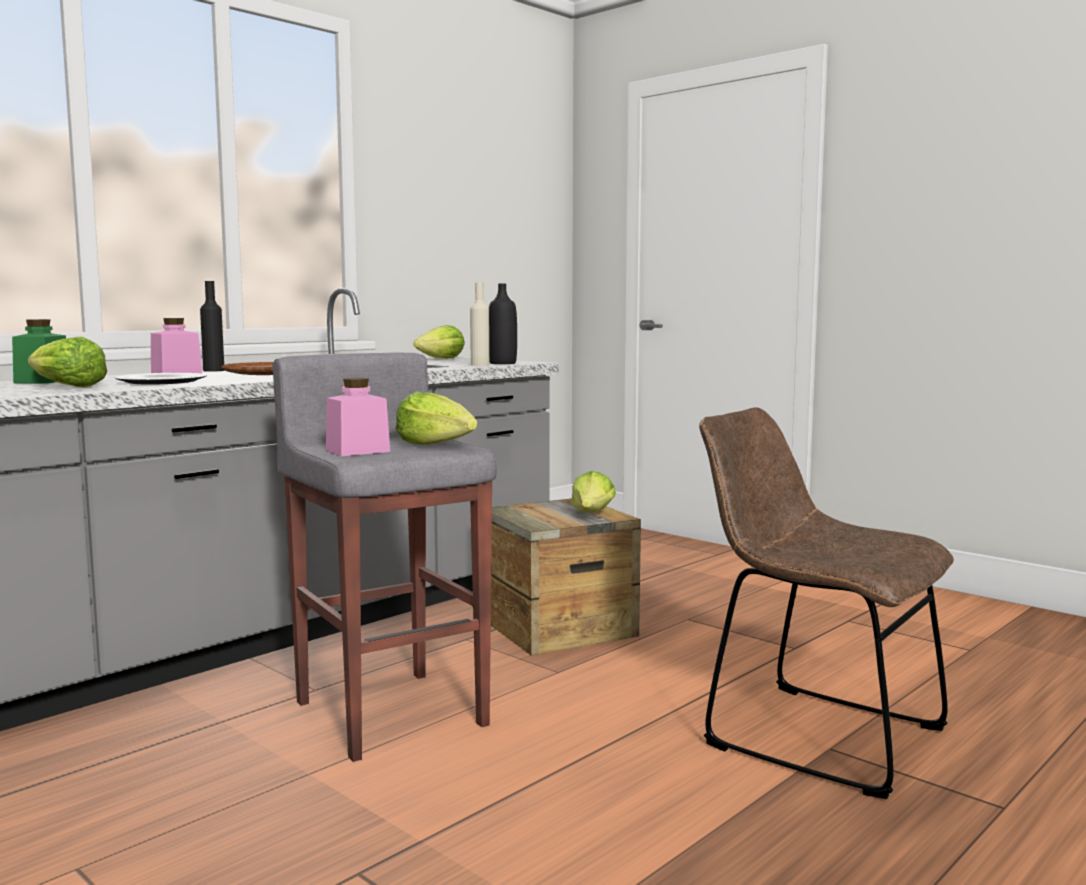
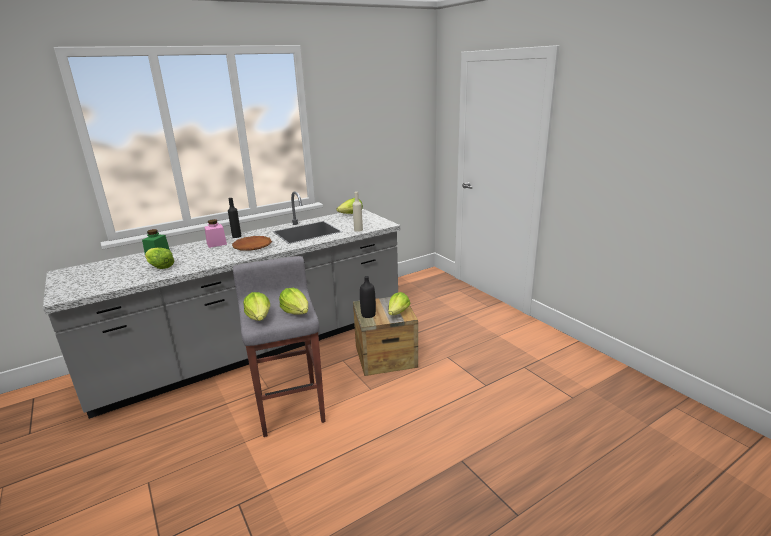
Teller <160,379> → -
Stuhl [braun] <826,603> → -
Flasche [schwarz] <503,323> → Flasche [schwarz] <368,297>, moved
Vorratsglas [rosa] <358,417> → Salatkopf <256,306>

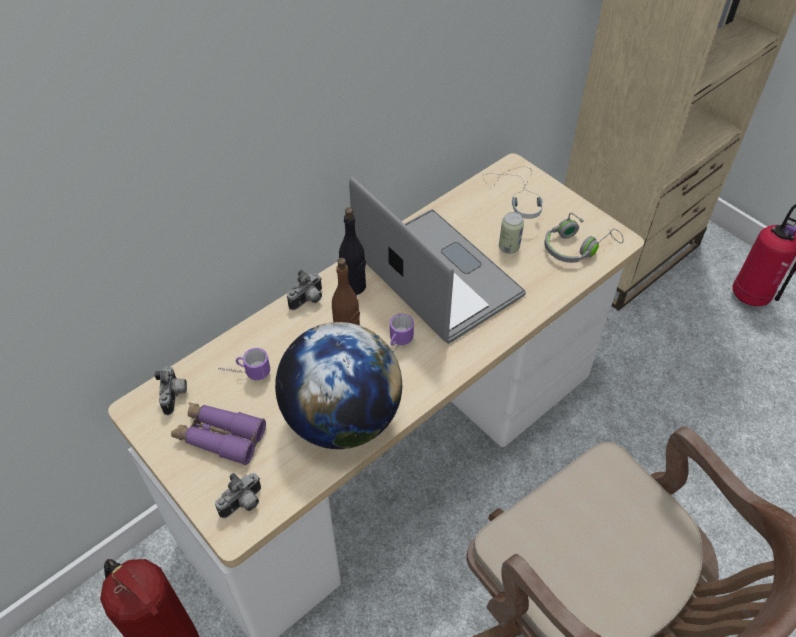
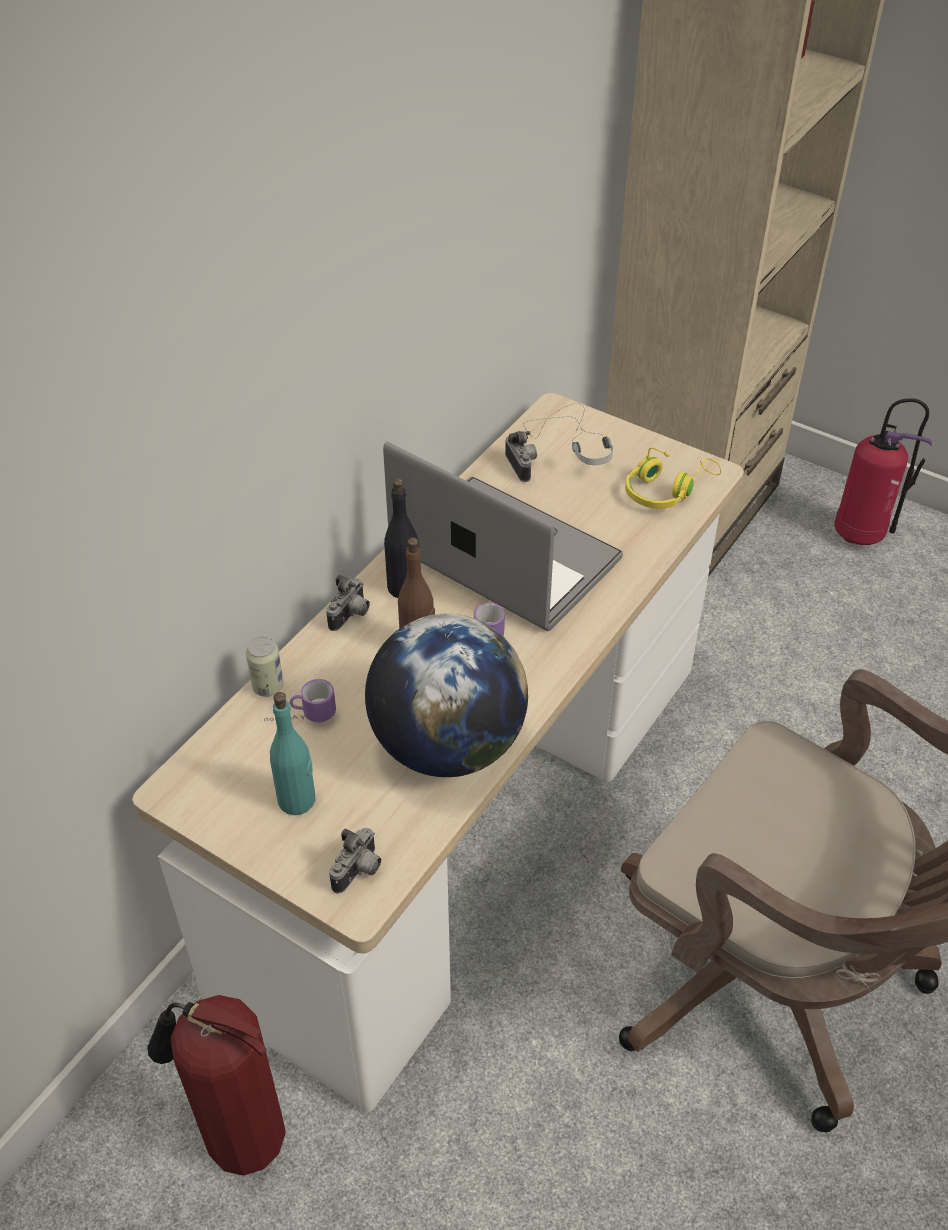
Kamera <170,390> → Kamera <521,456>, moved
Dose <511,233> → Dose <265,666>, moved
Fernglas [lila] <218,433> → Flasche [türkis] <292,753>
Kopfhörer [grau] <584,238> → Kopfhörer [gelb] <673,478>

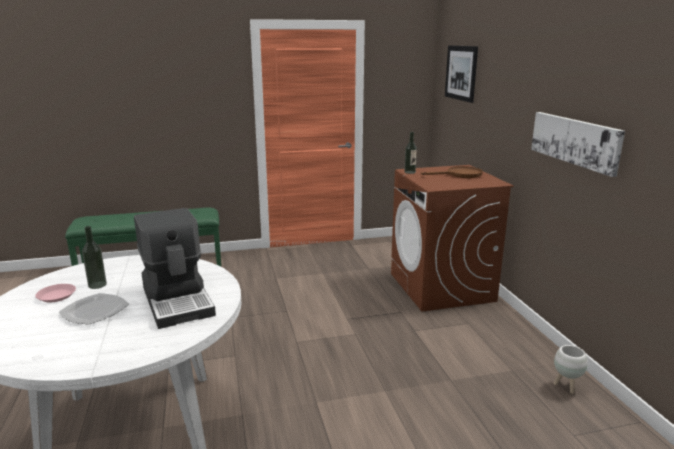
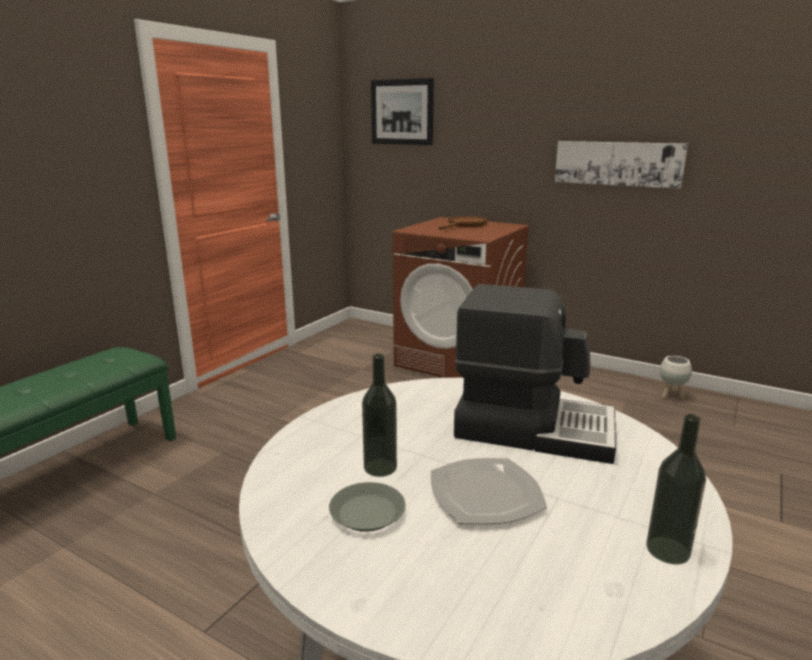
Flasche <410,153> → Flasche <676,489>, moved
Teller [rosa] <55,293> → Teller [grau] <367,507>

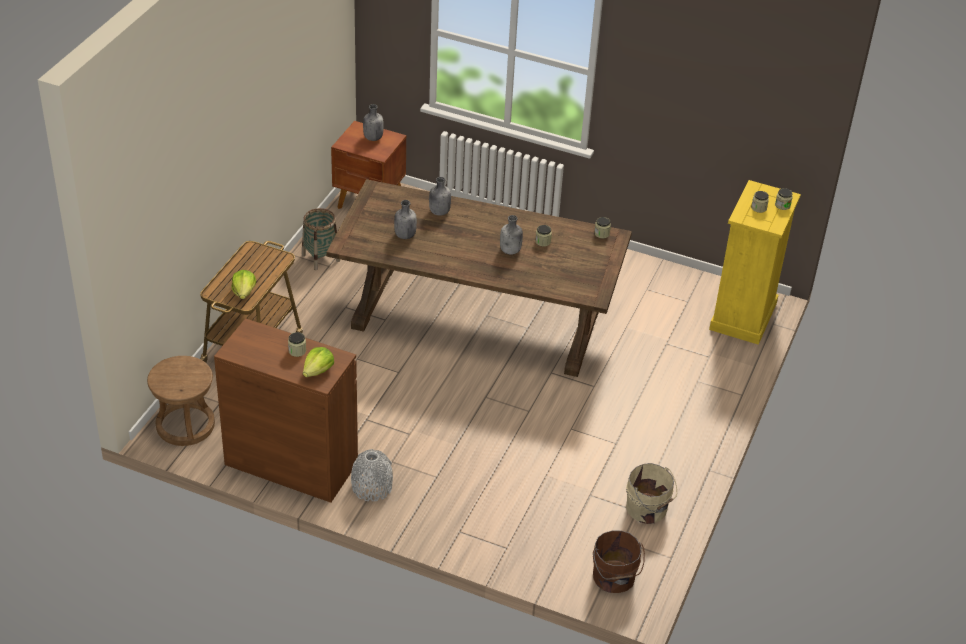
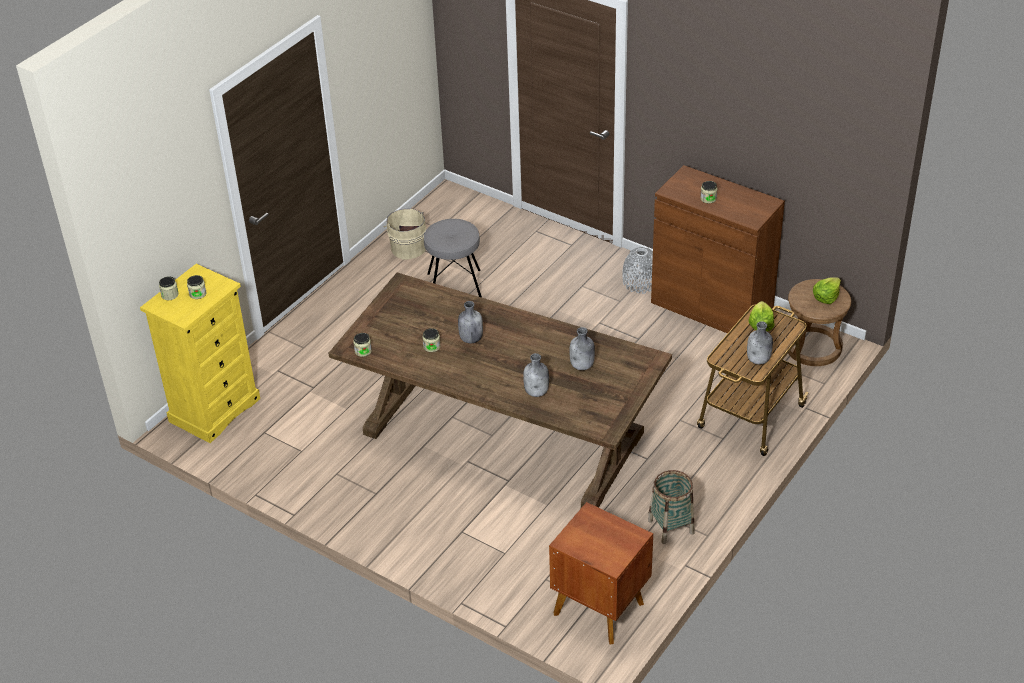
Eimer [braun] <619,562> → -
- → Hocker [grau] <453,258>
Salatkopf <318,362> → Salatkopf <827,290>, moved
Flasche [grau] <373,122> → Flasche [grau] <760,342>, moved

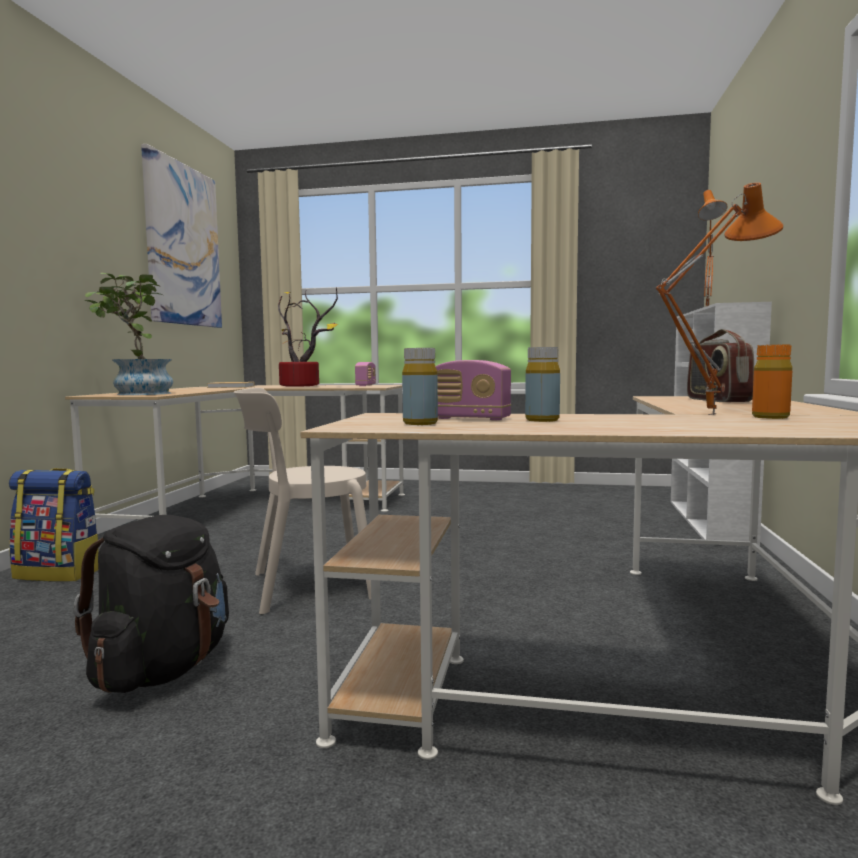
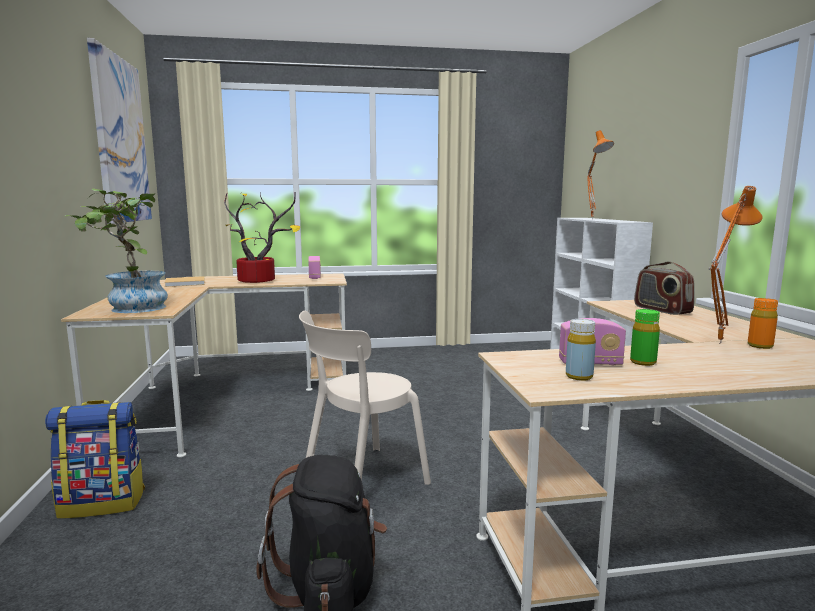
Flasche [gelb] <542,384> → Flasche [grün] <645,337>

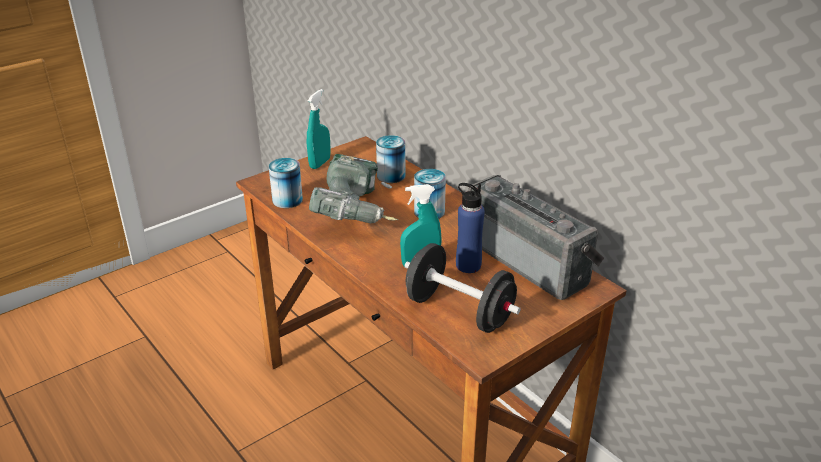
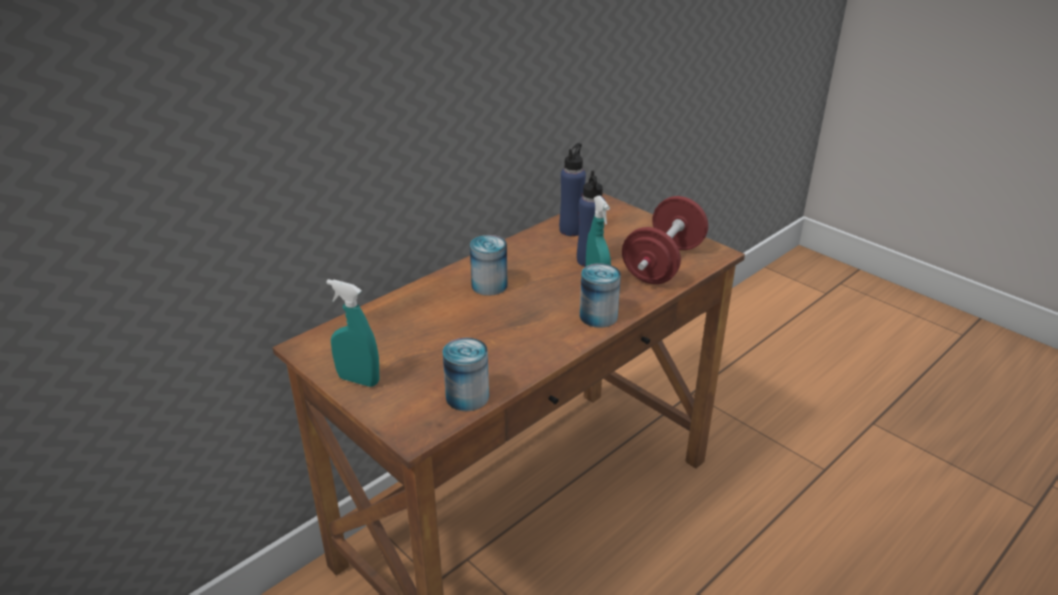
Bohrmaschine <353,188> → -
Dose <390,159> → Dose <600,295>, moved
Radio <536,237> → Flasche [blau] <572,189>
Hantel [schwarz] <462,288> → Hantel [rot] <665,240>

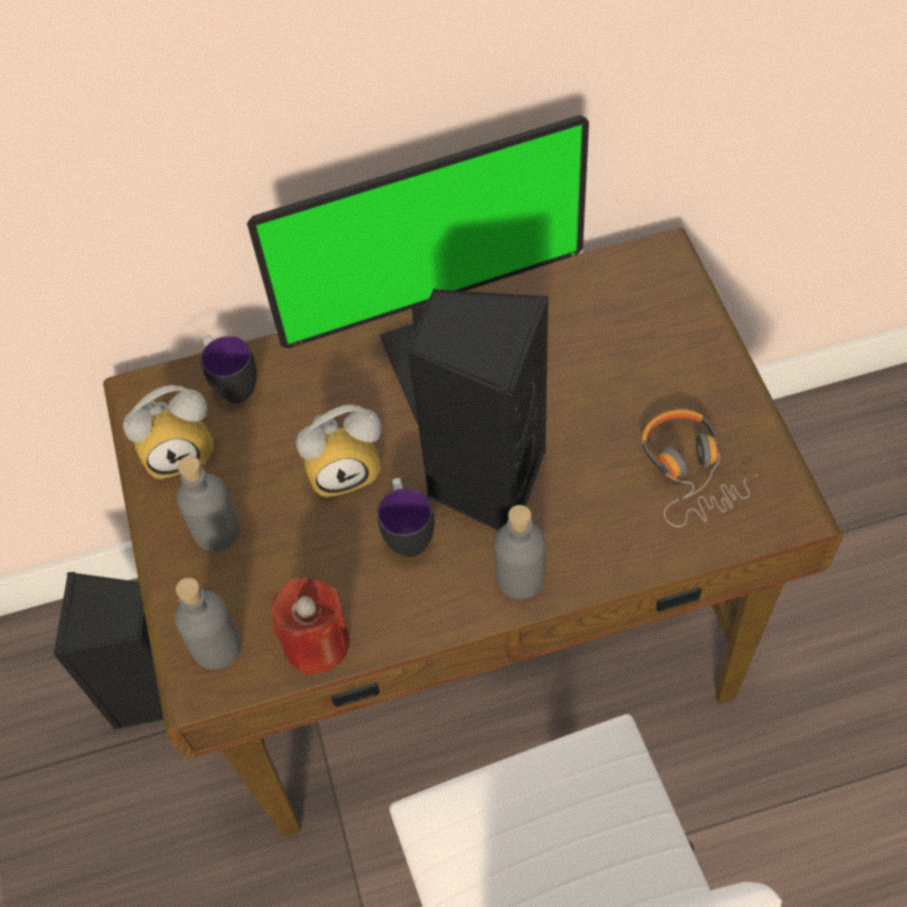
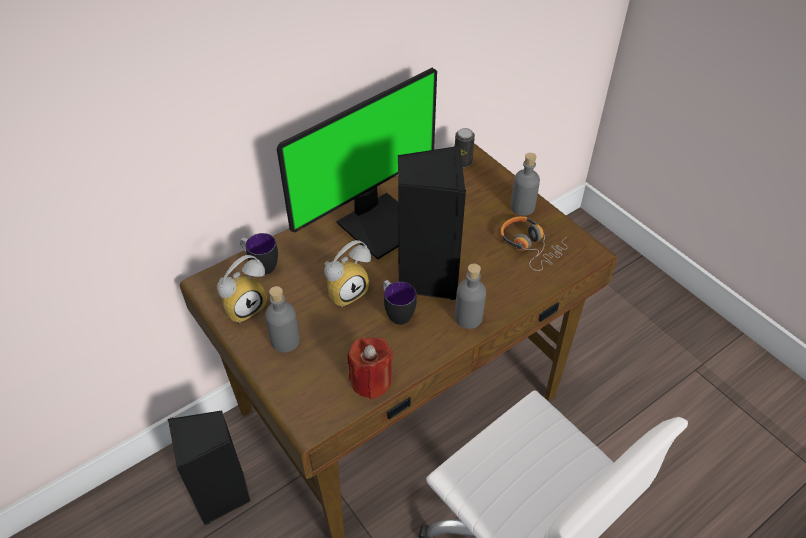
- → Dose <465,147>
Flasche [grau] <208,624> → Flasche [grau] <525,184>, moved

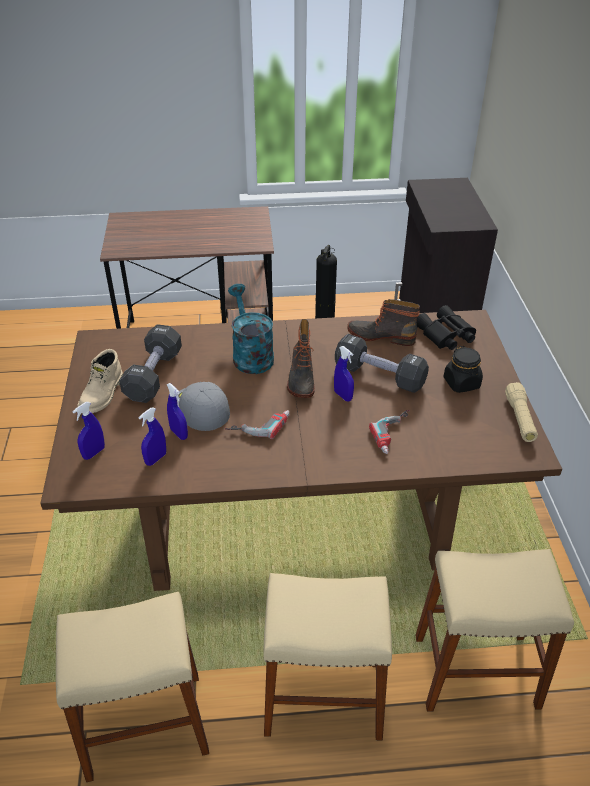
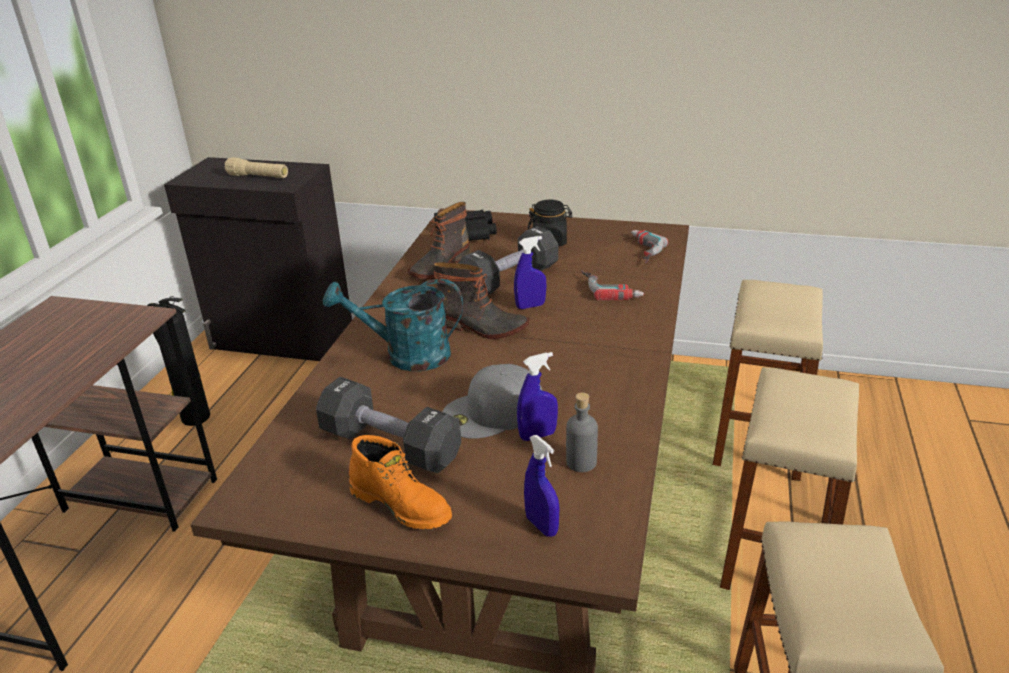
Bohrmaschine <257,424> → Bohrmaschine <649,246>, moved
Taschenlampe [beige] <521,412> → Taschenlampe [beige] <256,167>, moved
Sprühflasche [blau] <152,436> → Flasche [grau] <582,432>
Stiefel [beige] <100,381> → Stiefel [orange] <400,482>

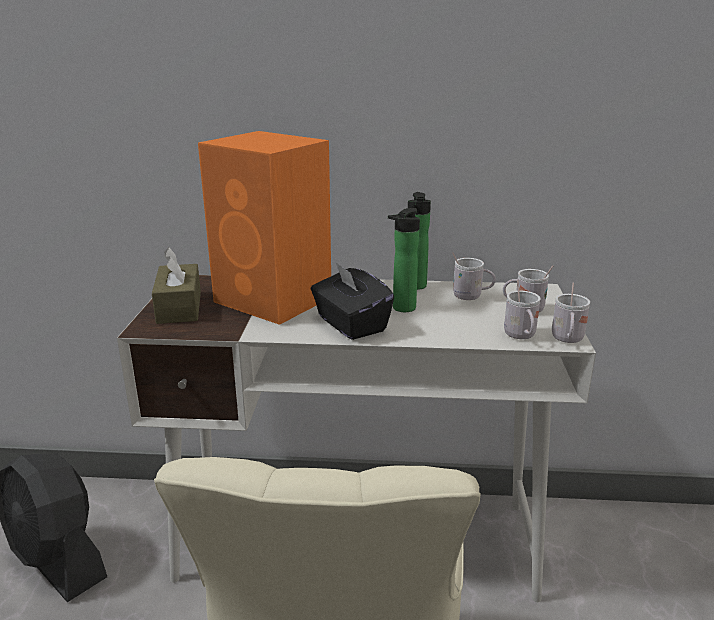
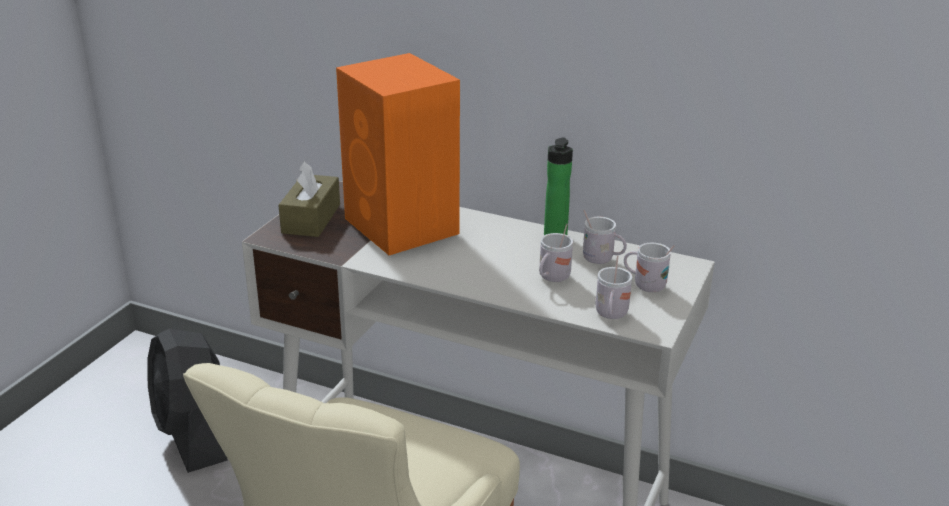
Taschentuchbox [schwarz] <352,301> → -
Flasche <404,260> → -
Henkelbecher [weiß] <571,313> → Henkelbecher [weiß] <556,253>, moved

